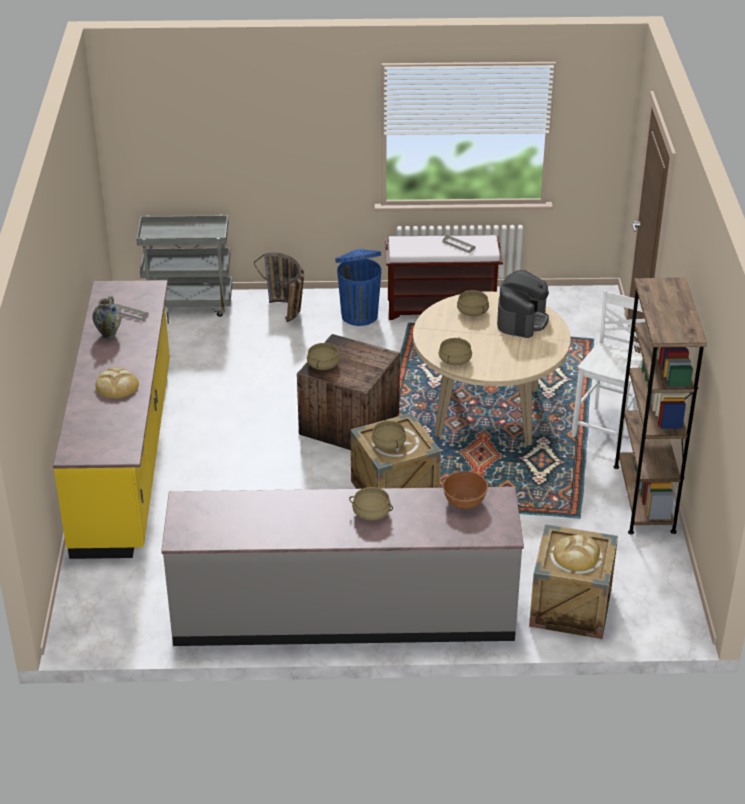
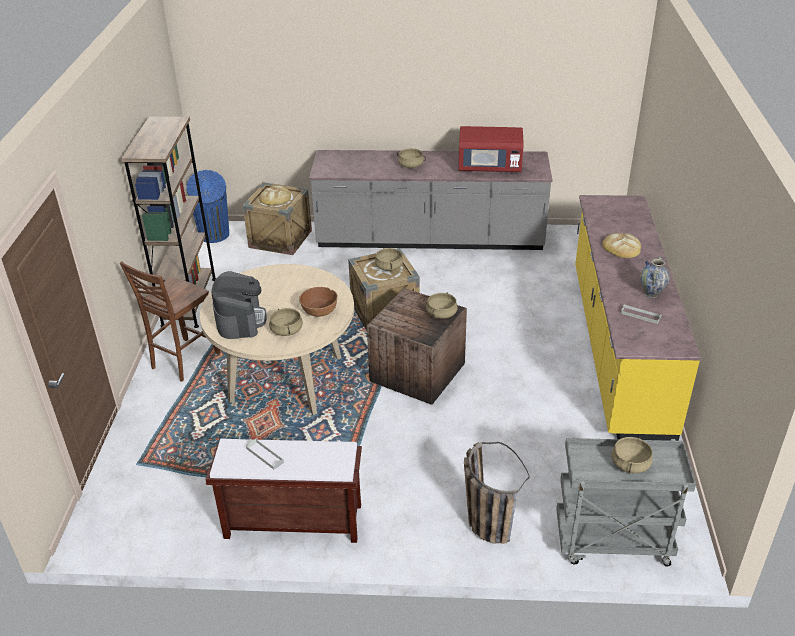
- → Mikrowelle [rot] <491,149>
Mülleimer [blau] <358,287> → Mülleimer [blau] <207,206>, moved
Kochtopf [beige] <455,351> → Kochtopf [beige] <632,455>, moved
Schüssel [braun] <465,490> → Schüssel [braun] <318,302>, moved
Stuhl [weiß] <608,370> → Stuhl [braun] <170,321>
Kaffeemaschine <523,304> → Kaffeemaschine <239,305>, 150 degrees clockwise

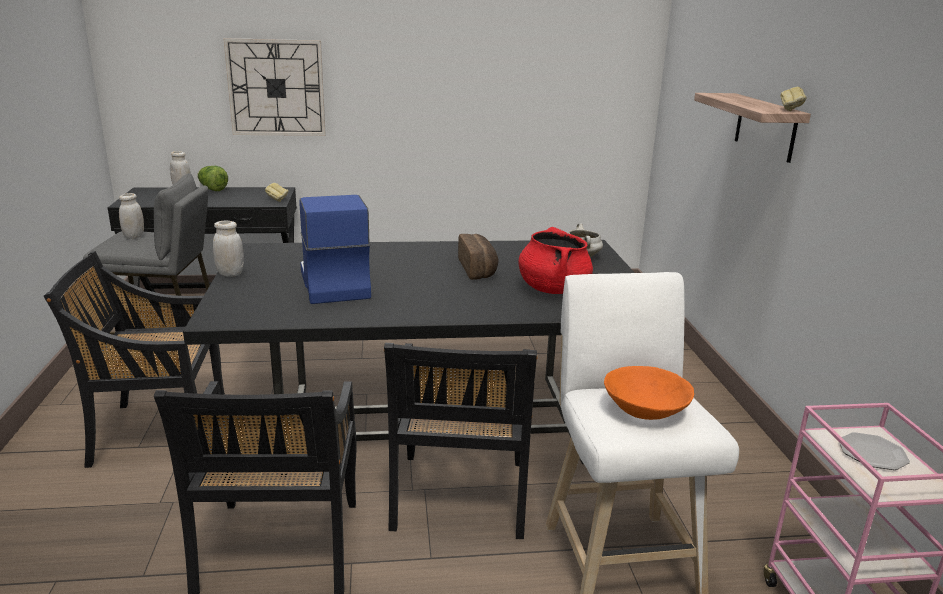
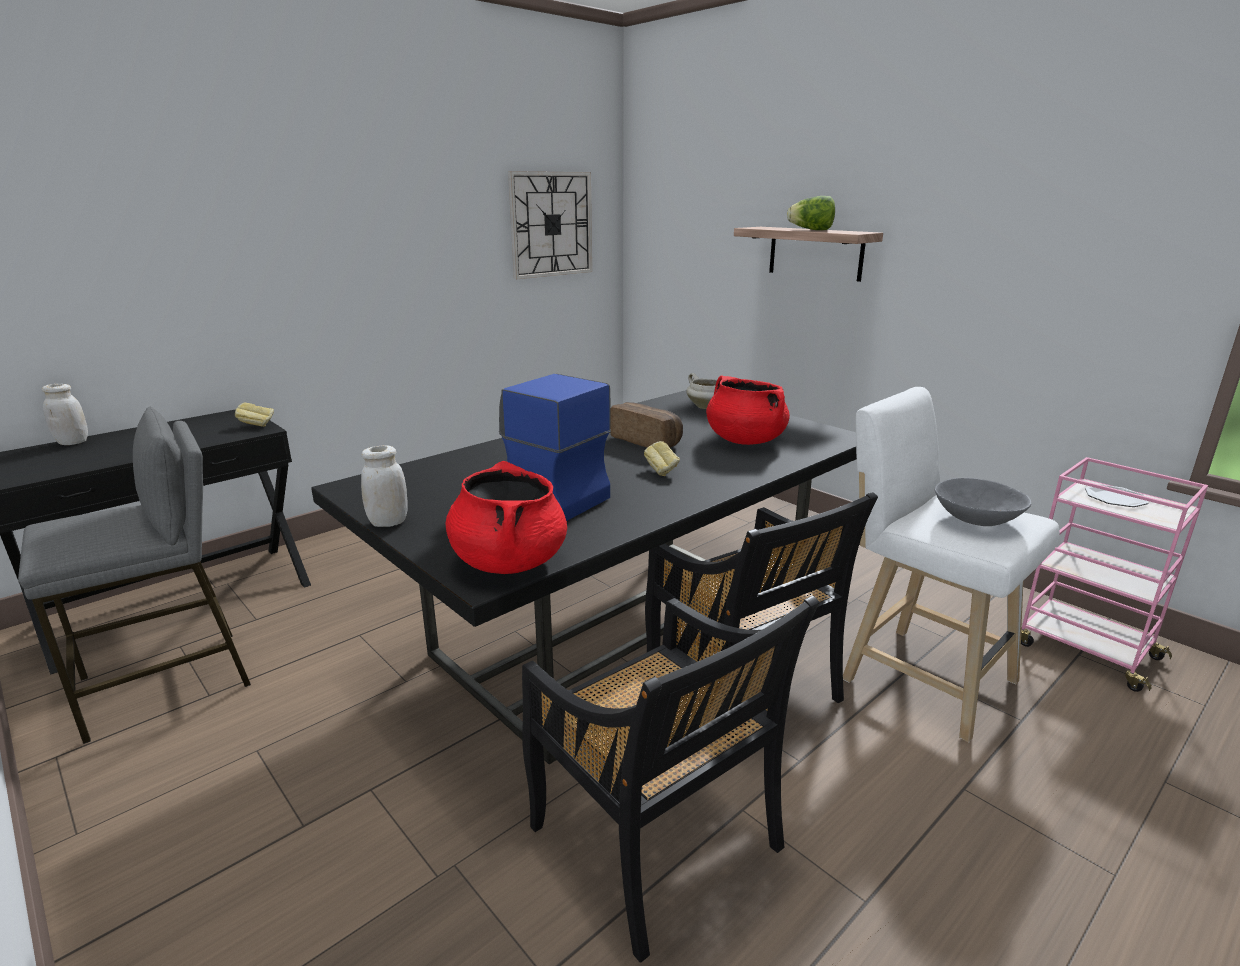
Stuhl [schwarz] <134,359> → -
Vorratsglas [weiß] <131,216> → -
- → Kochtopf [rot] <506,517>
Salatkopf <212,178> → Salatkopf <811,213>, moved
Wanduhr <274,87> → Wanduhr <550,225>, moved
Brot <793,99> → Brot <662,458>, moved
Schüssel [orange] <649,393> → Schüssel [grau] <983,502>

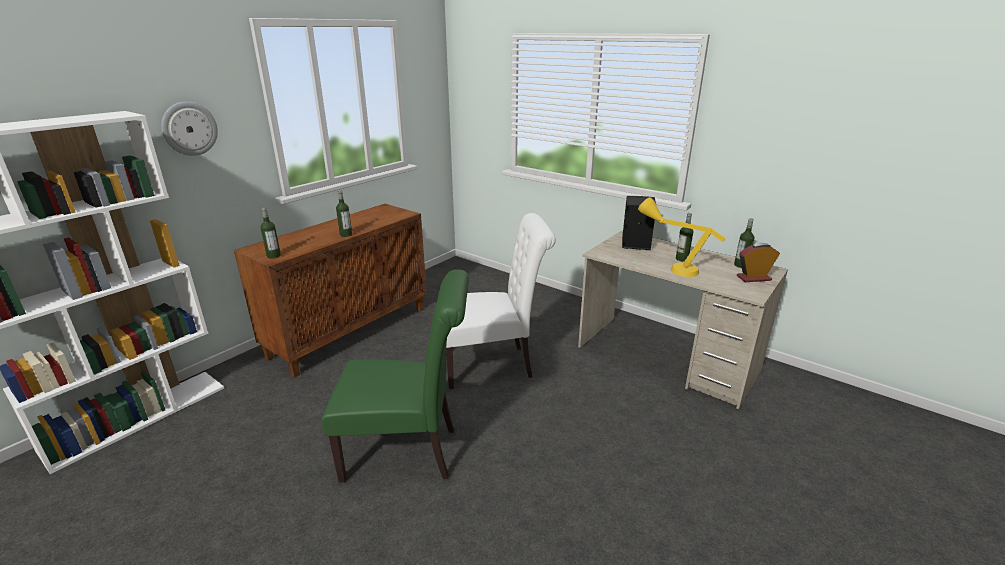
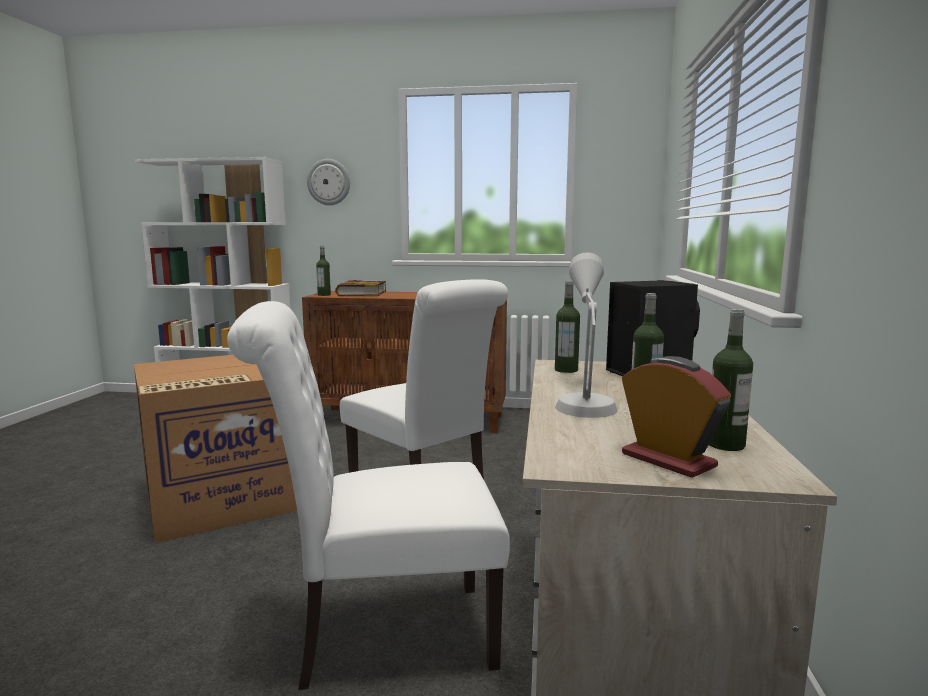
- → Stuhl [weiß] <368,495>
- → Buch <360,288>
Flasche <344,213> → Flasche <567,327>, moved
Stuhl [grün] <395,375> → Karton <215,449>
Tischlampe [gelb] <682,237> → Tischlampe [grau] <586,335>

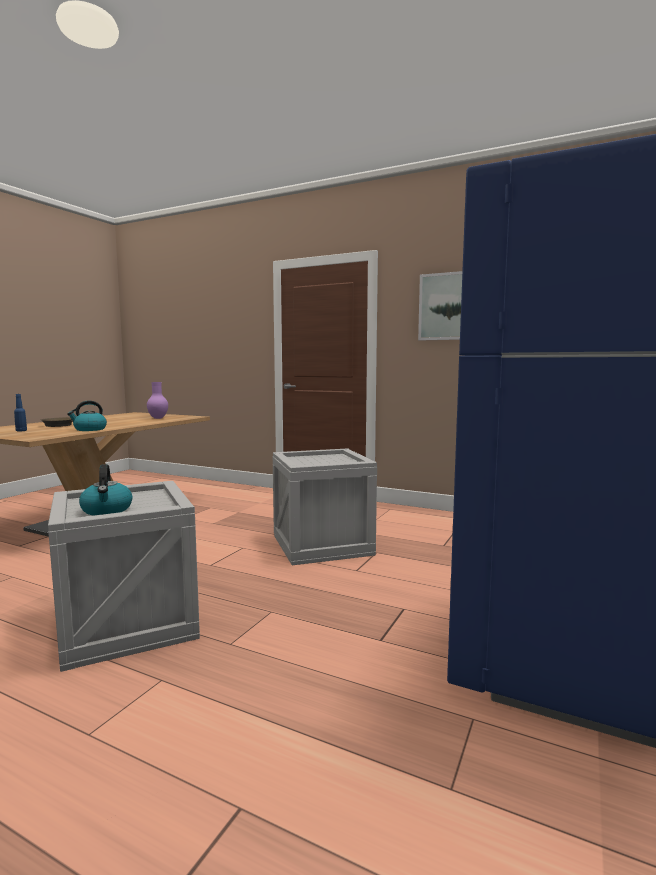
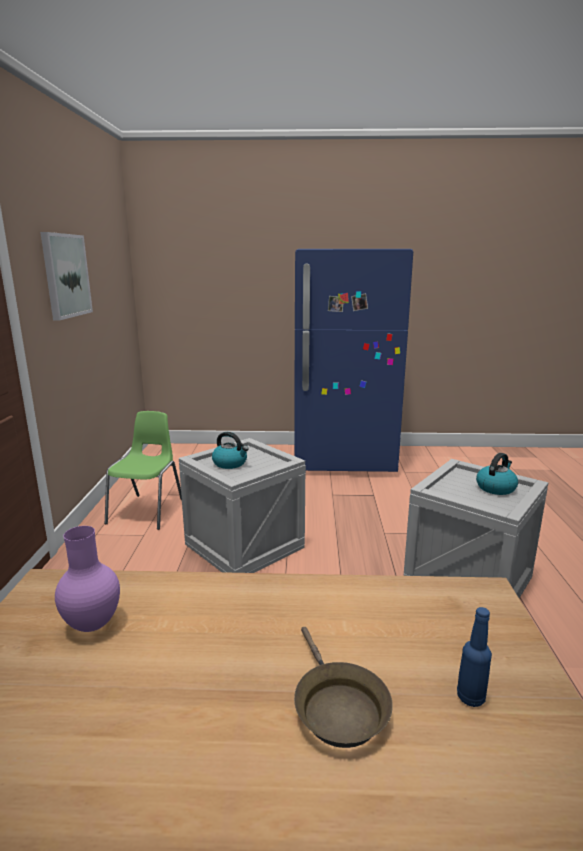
- → Stuhl [grün] <143,470>
Wasserkessel <87,416> → Wasserkessel <230,450>, moved

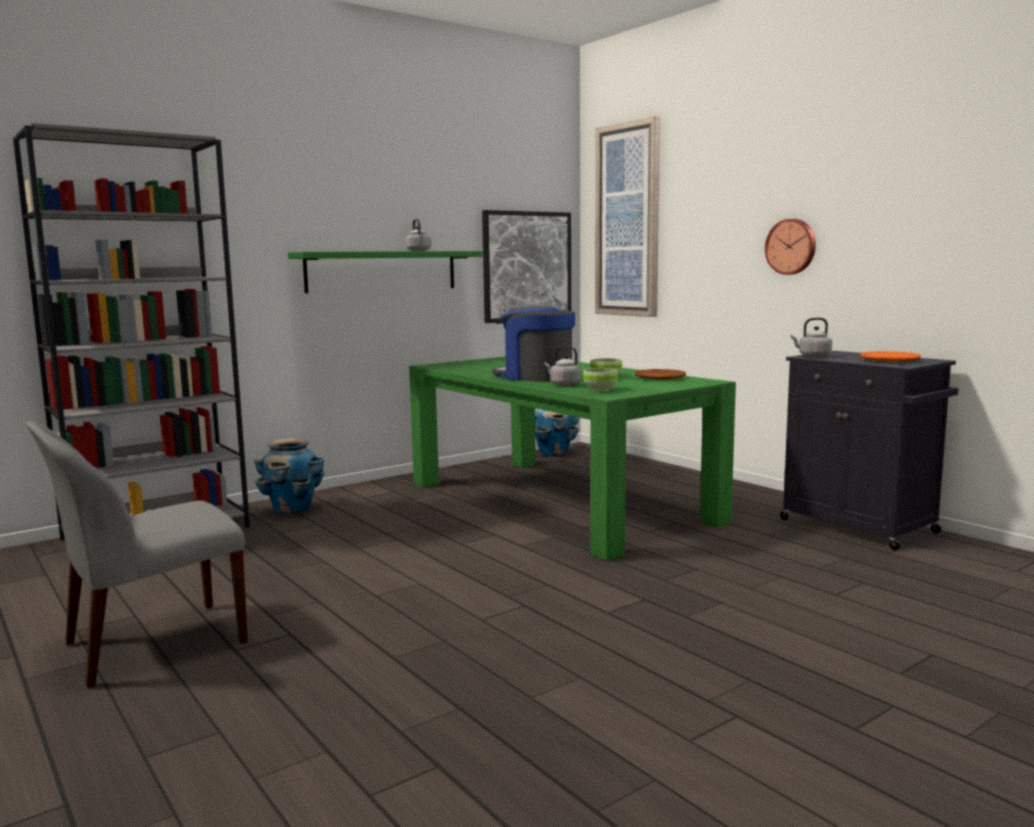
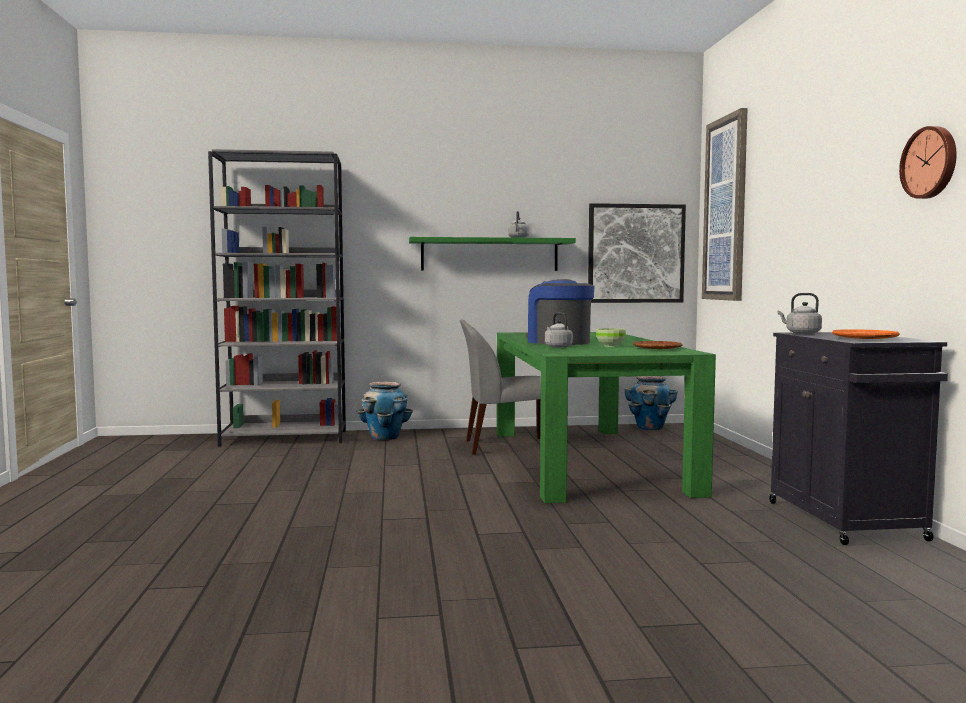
Schüssel [grün] <600,380> → -
Stuhl [grau] <137,555> → Stuhl [grau] <500,387>, moved
Wanduhr <790,247> → Wanduhr <928,162>, moved

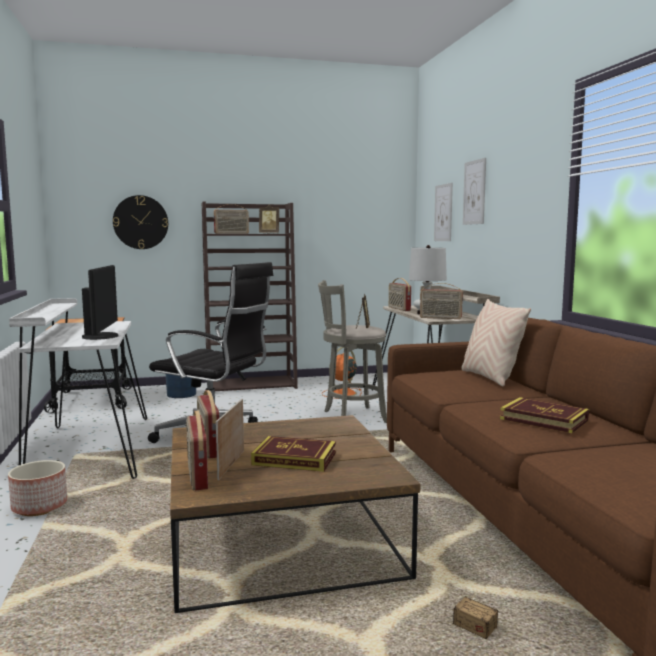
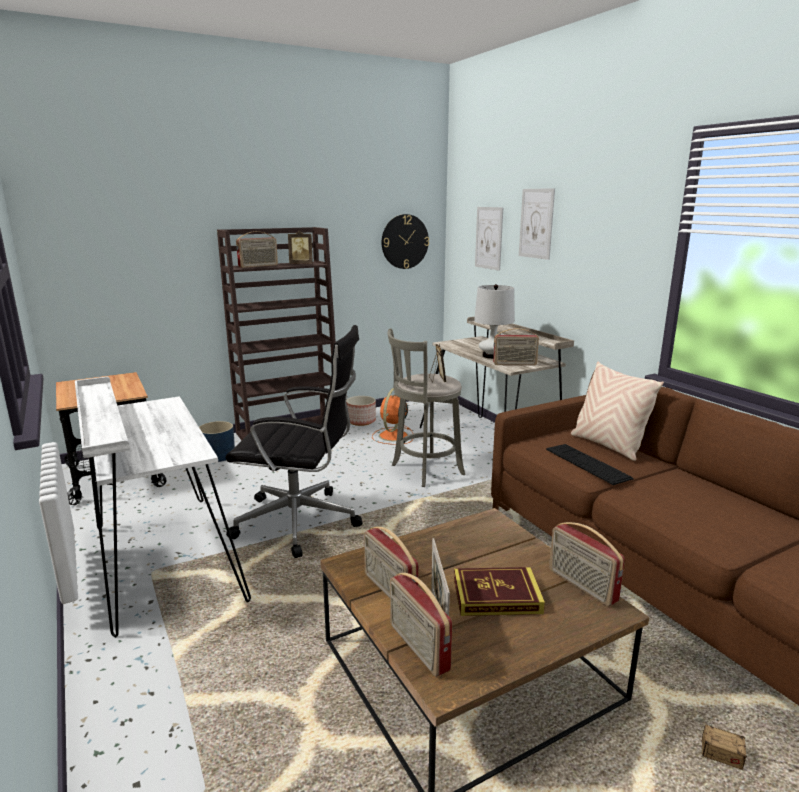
Monitor <100,302> → -
Buch <544,415> → -
- → Tastatur <589,464>
Pflanzkübel <37,488> → Pflanzkübel <361,411>, moved
Wanduhr <140,222> → Wanduhr <405,241>, moved
Radio <400,294> → Radio <587,564>, moved

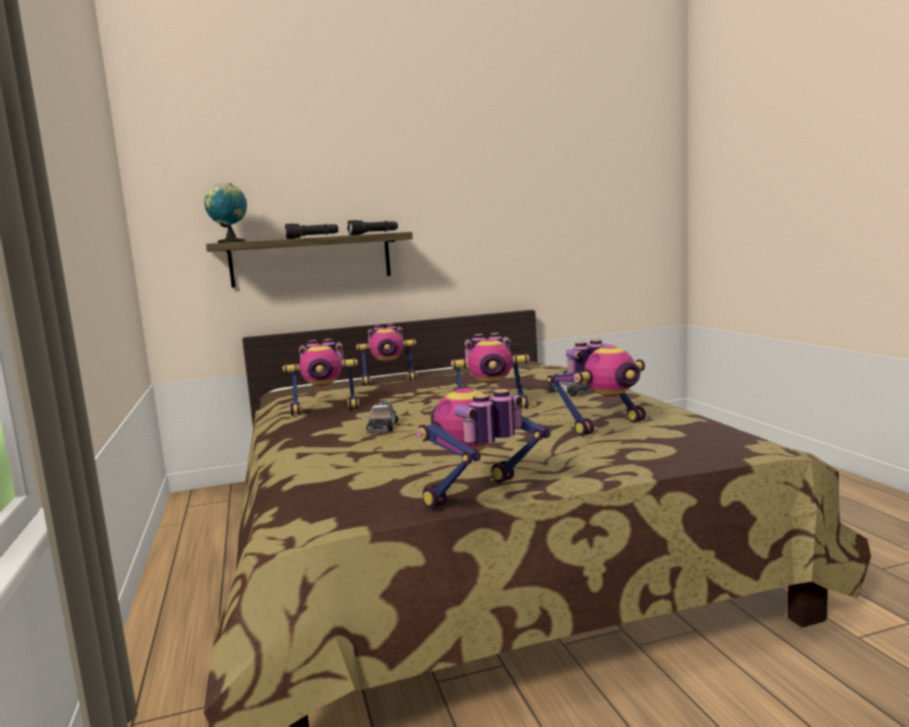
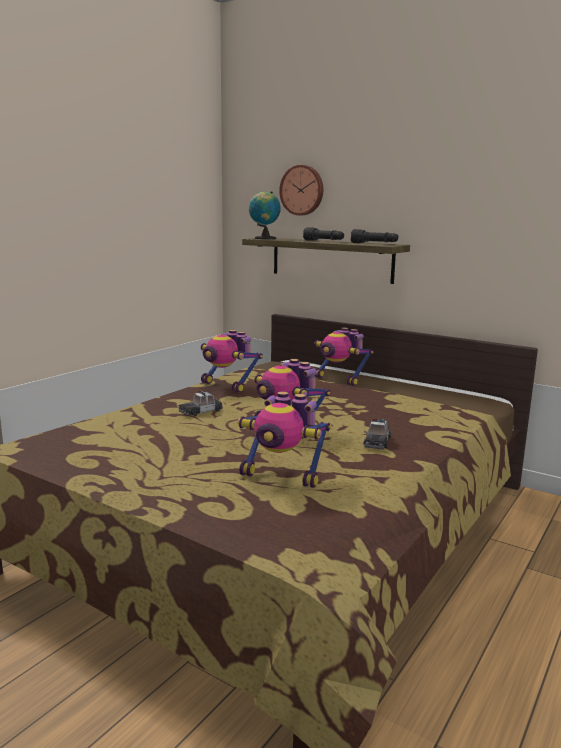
Spielzeugroboter <483,448> → -
- → Wanduhr <301,190>

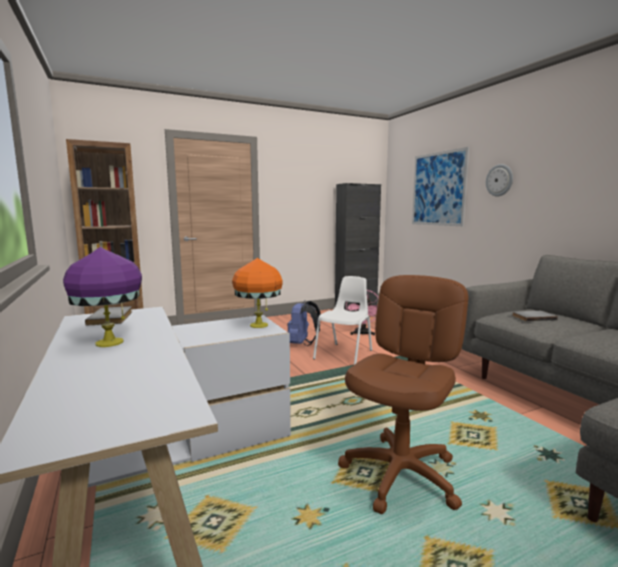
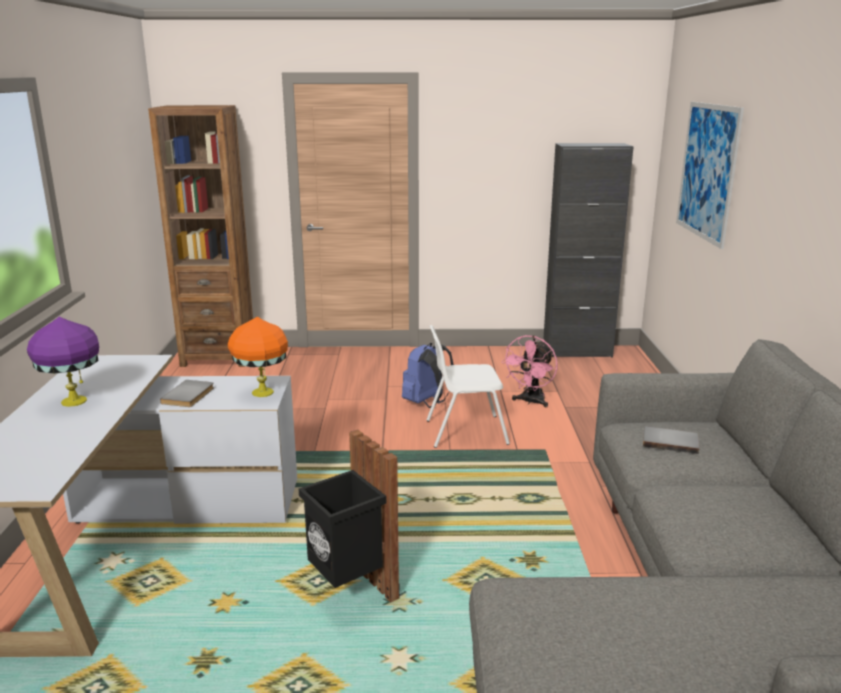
Wanduhr <499,180> → -
Buch [grau] <108,316> → Buch [grau] <187,393>, moved
Bürostuhl [braun] <403,394> → Mülleimer [schwarz] <349,516>
Stuhl [weiß] <342,320> → Stuhl [weiß] <468,386>, 150 degrees counterclockwise

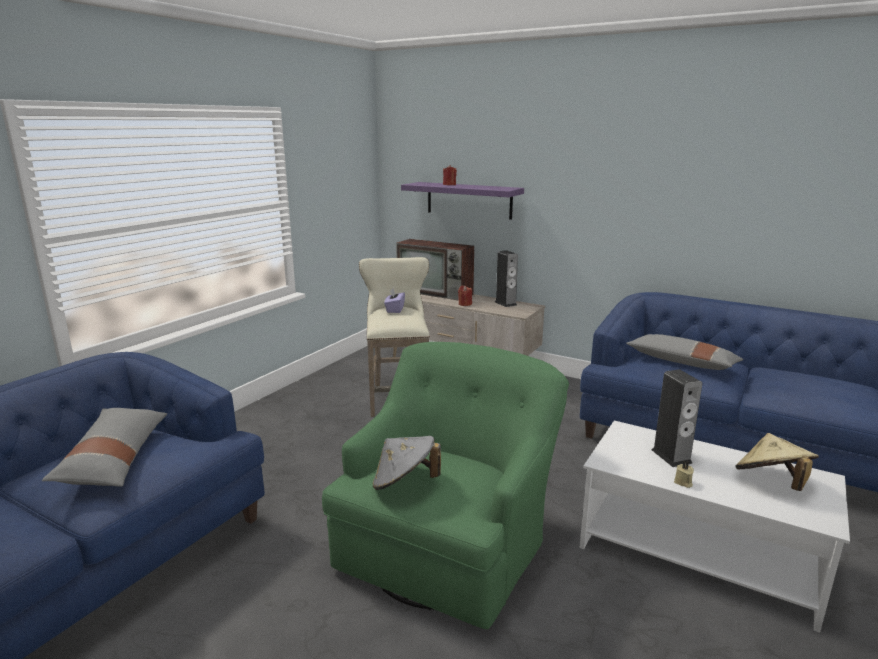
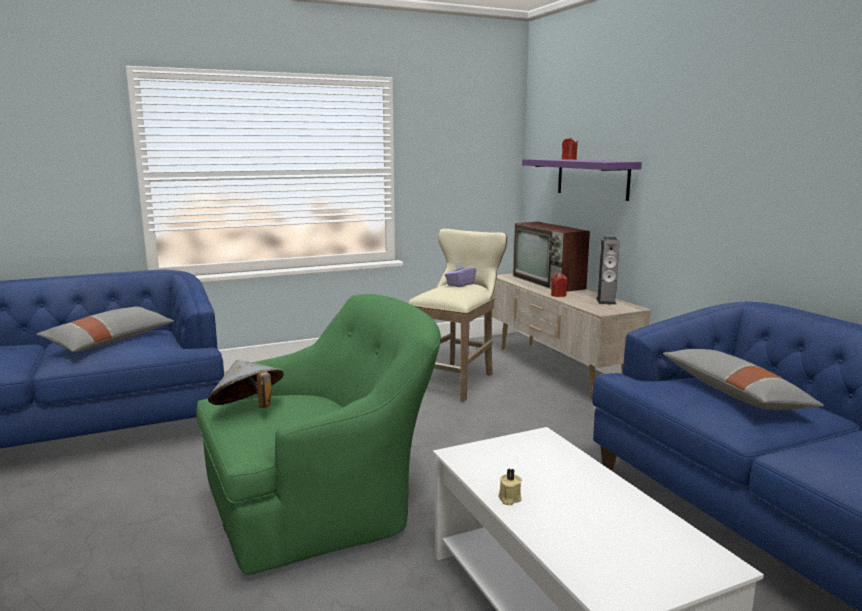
Lautsprecher <676,418> → -
Hut [beige] <777,462> → -

